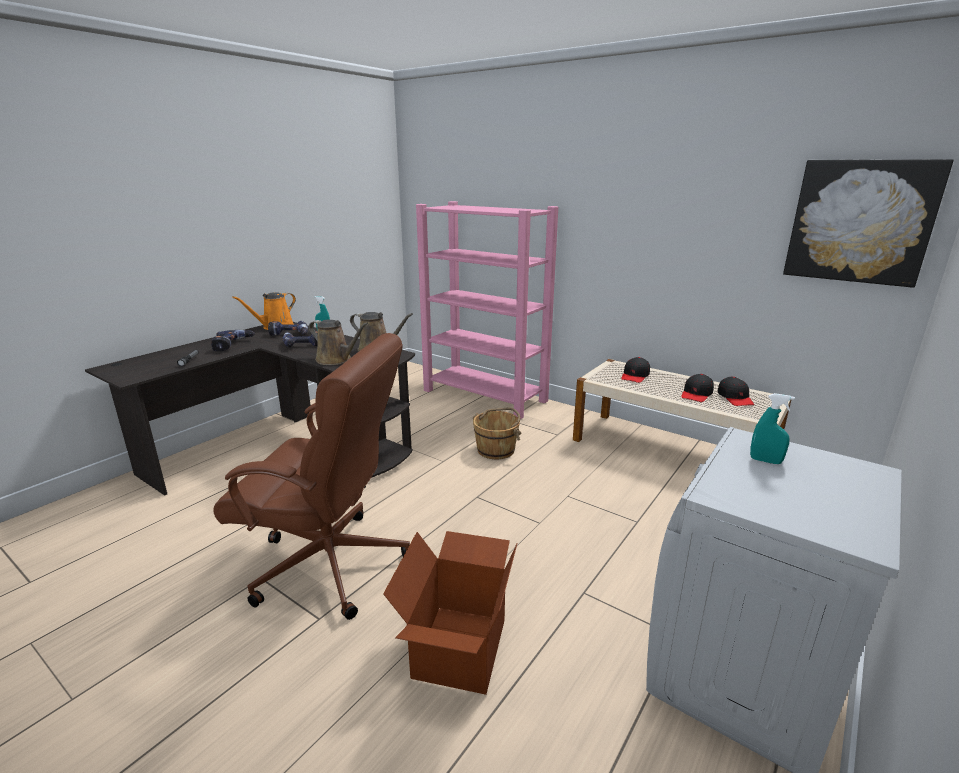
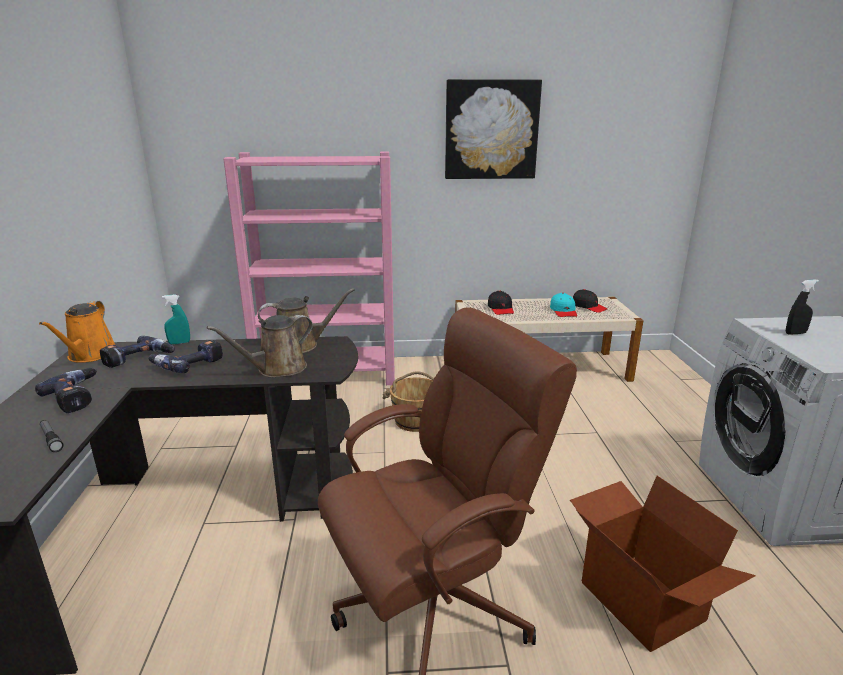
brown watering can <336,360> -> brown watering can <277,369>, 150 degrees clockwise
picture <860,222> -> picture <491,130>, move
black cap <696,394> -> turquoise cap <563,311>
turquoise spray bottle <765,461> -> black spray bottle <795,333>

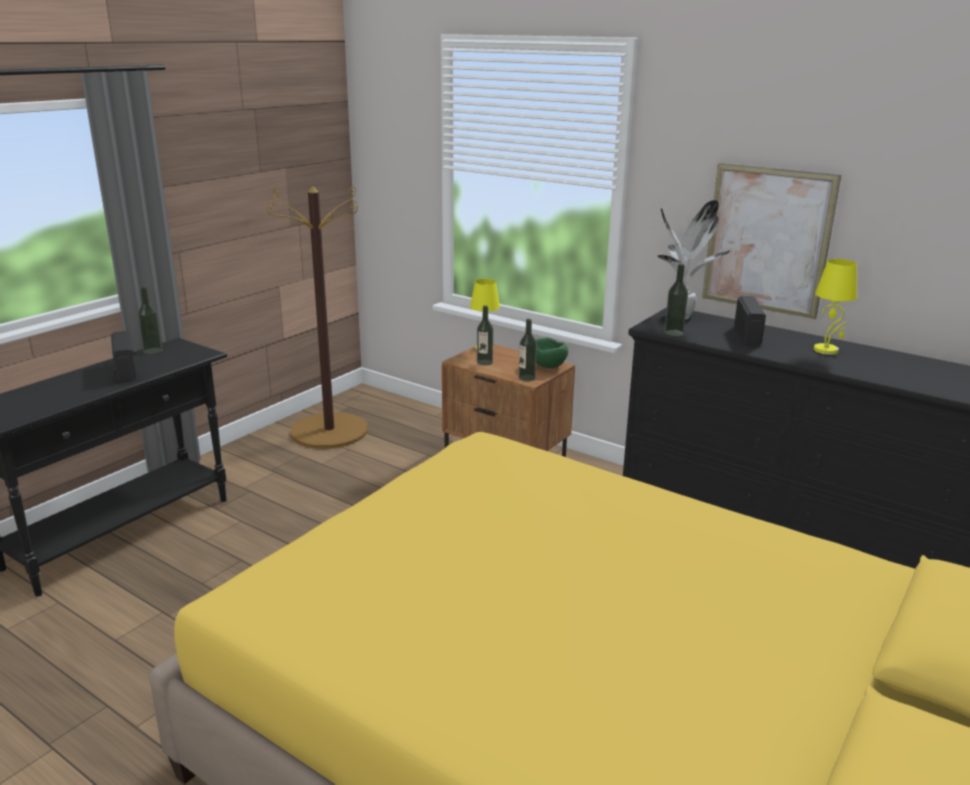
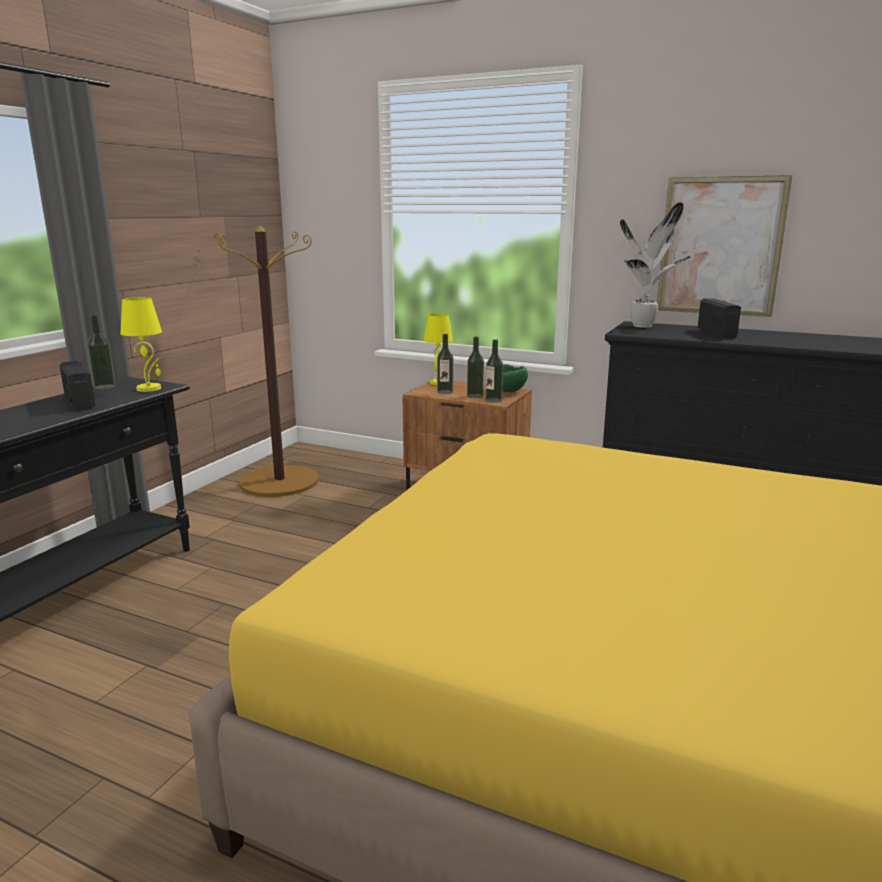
yellow table lamp <826,350> -> yellow table lamp <149,388>, move
bottle <674,333> -> bottle <475,396>, move

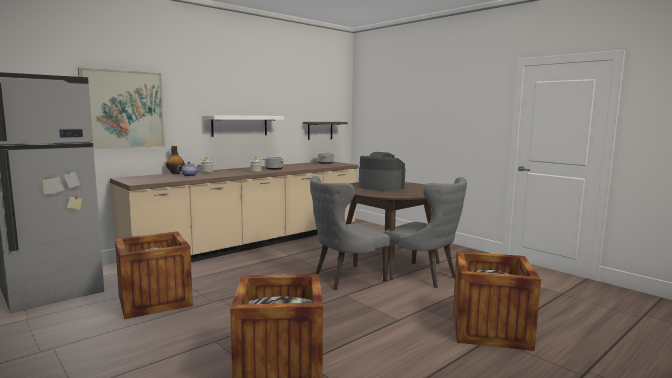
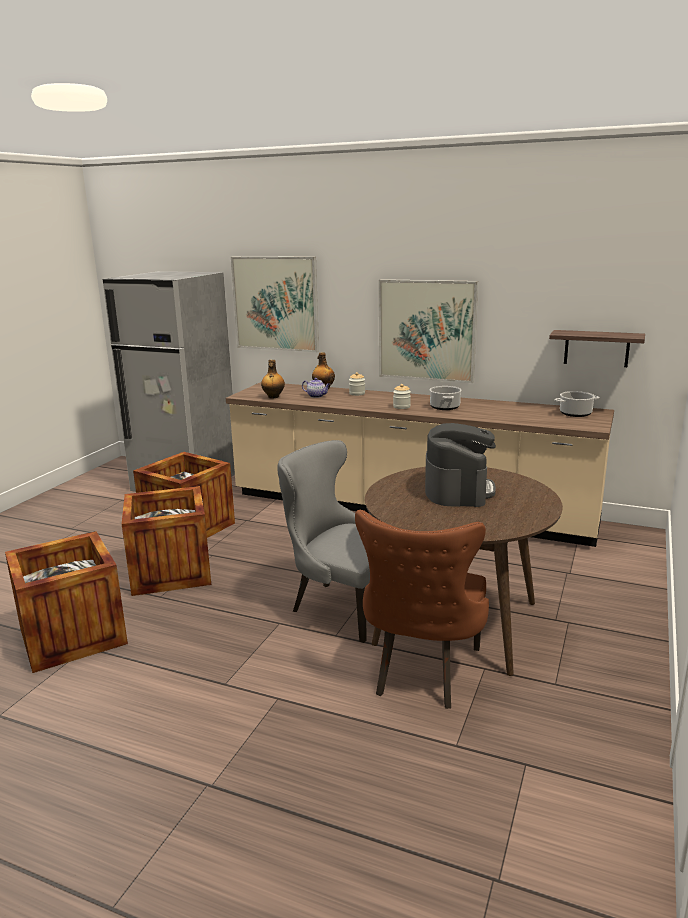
crate <490,329> -> crate <171,572>, move
none -> bottle <273,397>
grey chair <424,276> -> brown chair <422,672>
white shelf <240,125> -> picture <427,330>

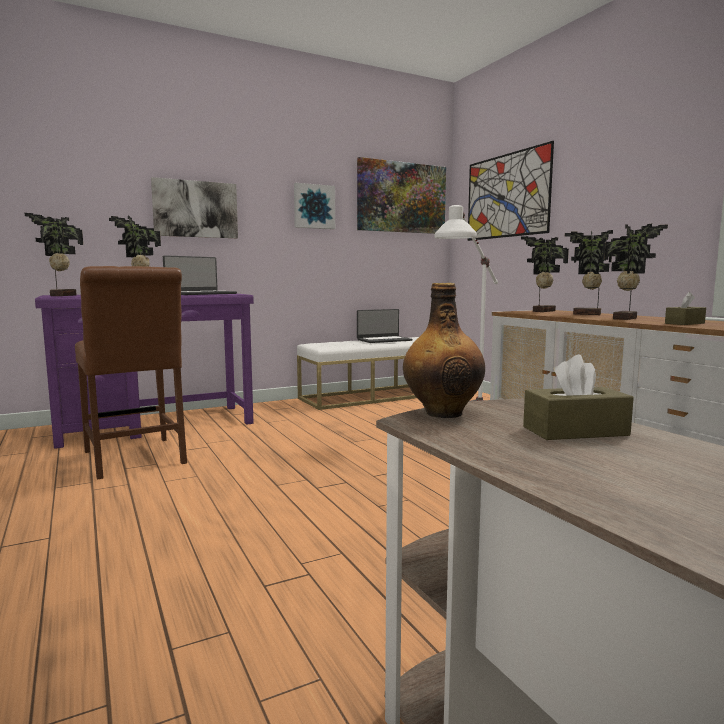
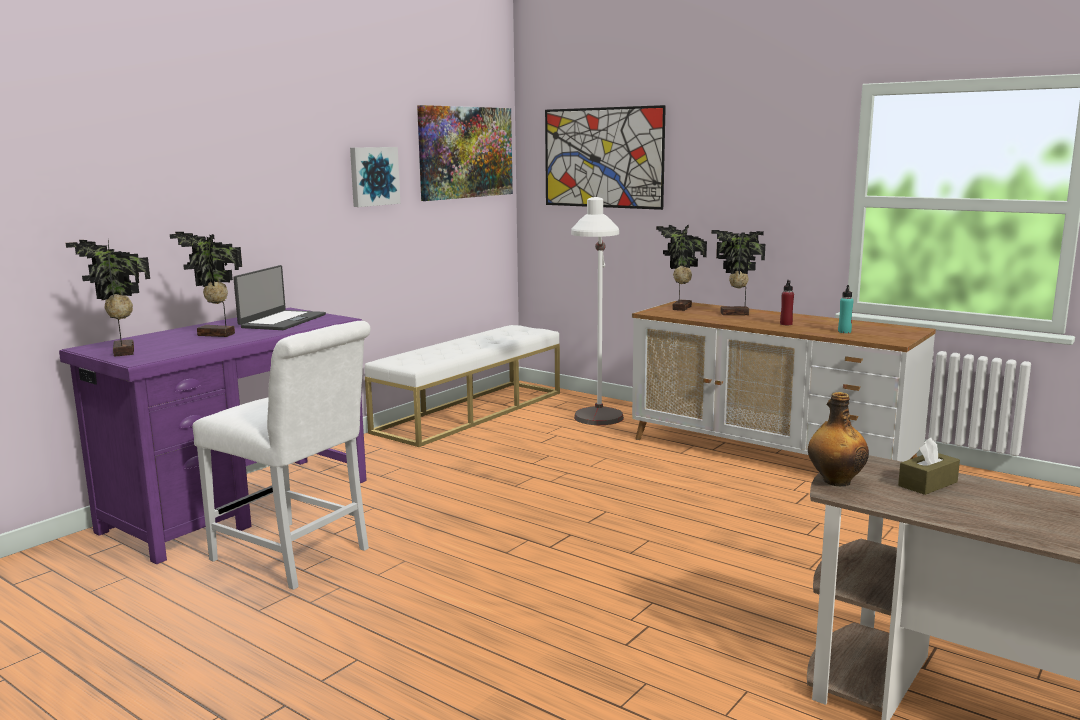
brown chair <135,459> -> white chair <295,556>
potted plant <627,319> -> red bottle <786,324>
brown tissue box <684,323> -> turquoise bottle <844,331>
picture <195,209> -> none
laptop <384,340> -> none

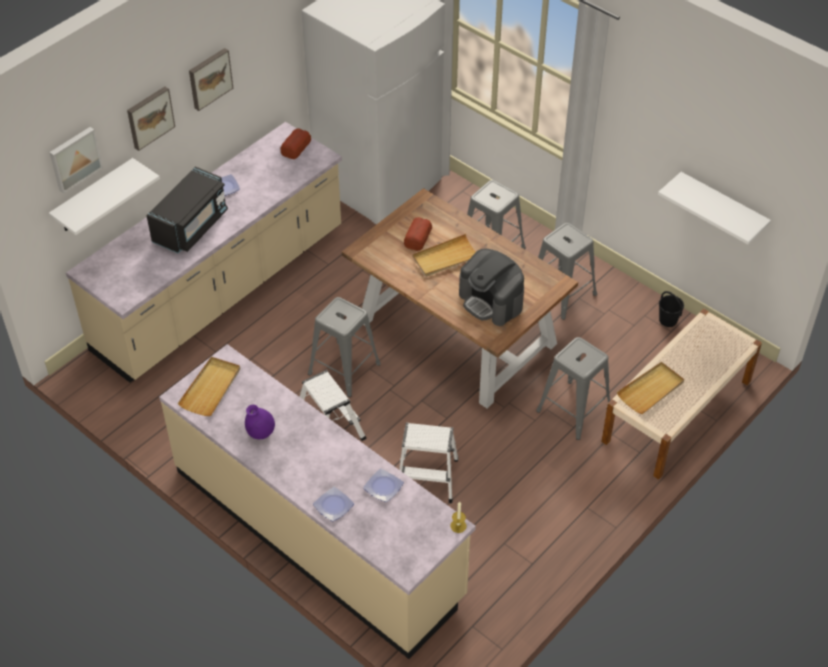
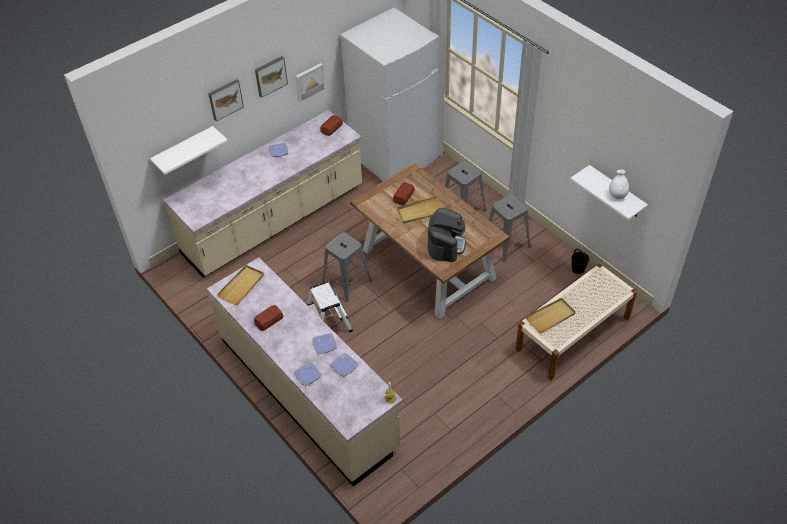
purple vase <260,433> -> bread <268,320>
picture <74,158> -> picture <309,82>, move
none -> plate <324,344>
coffee machine <491,301> -> coffee machine <446,244>, 135 degrees counterclockwise
none -> white vase <617,196>
black microwave <191,226> -> none
white step ladder <426,477> -> none
grey stool <573,410> -> none

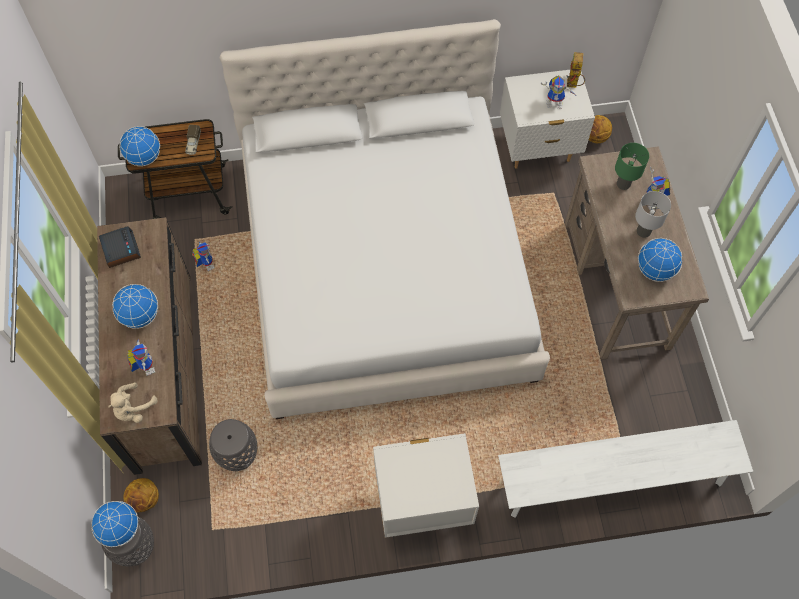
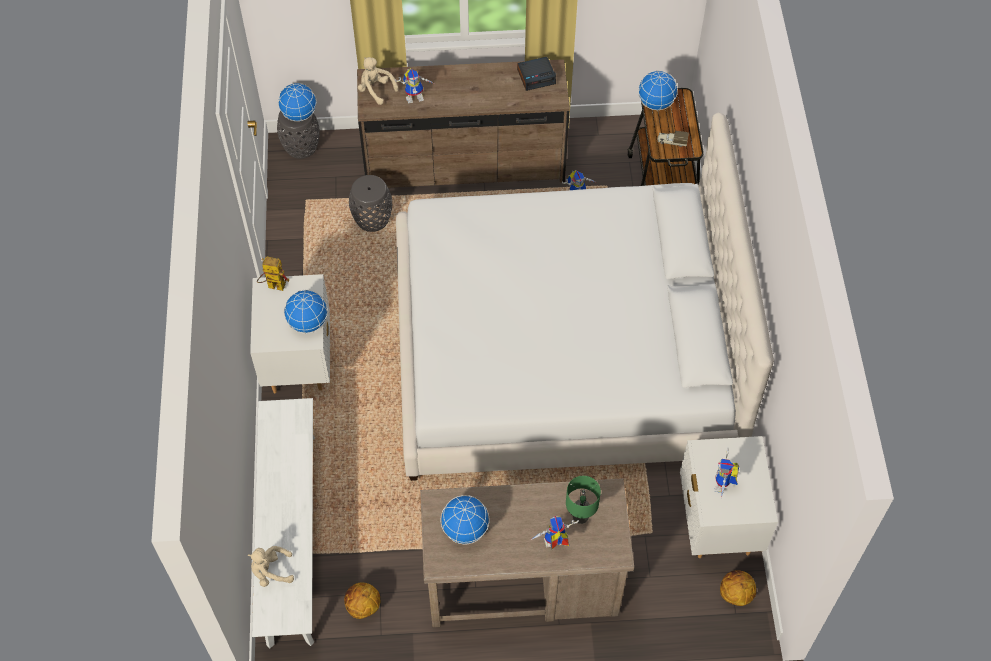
none -> beige plush toy <271,571>
toy robot <573,85> -> toy robot <272,286>, move
globe <141,315> -> globe <308,323>, move
basketball <145,500> -> basketball <363,607>, move
white table lamp <642,231> -> none

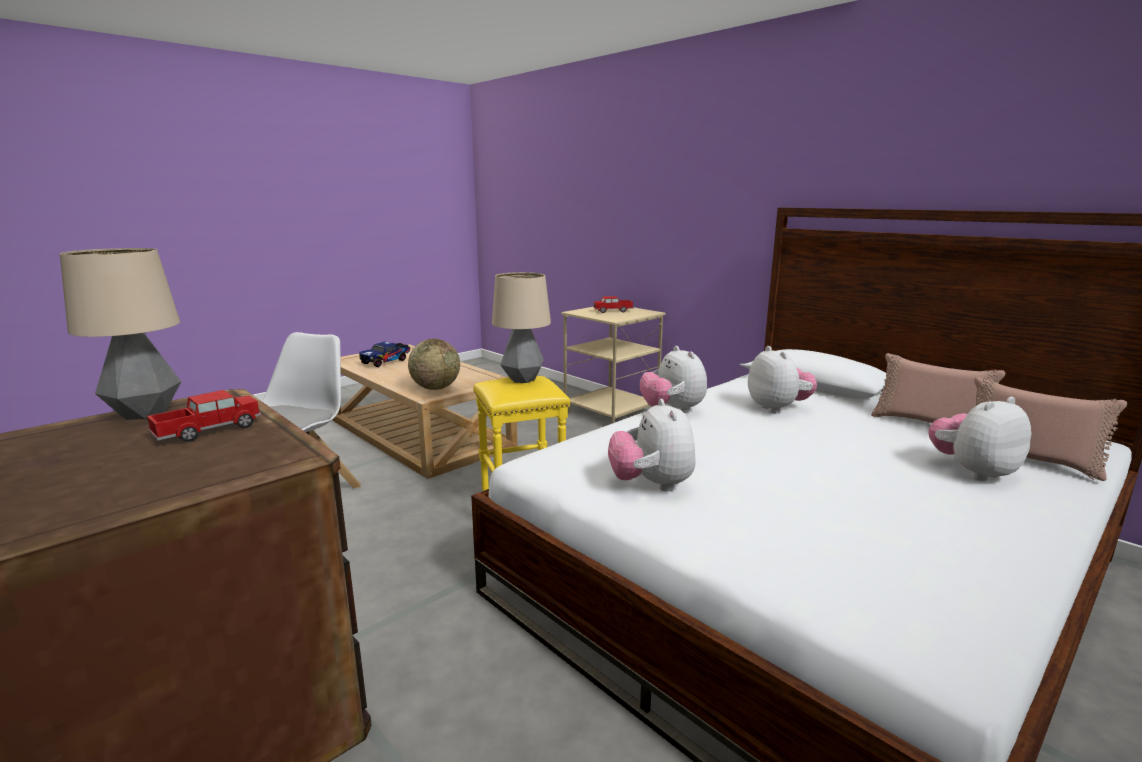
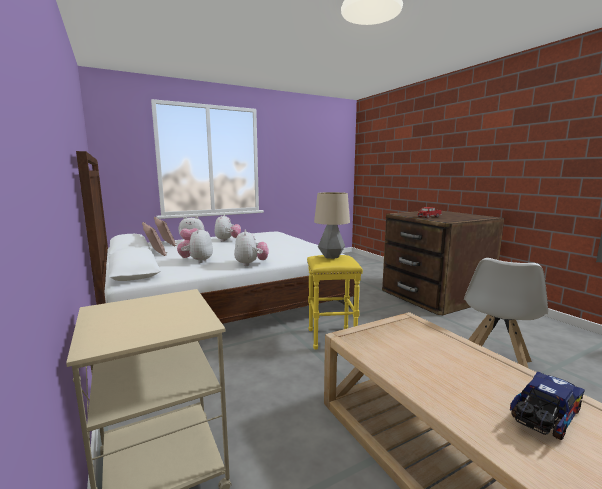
plush toy <651,485> -> plush toy <227,240>, move
table lamp <145,413> -> none
globe <435,388> -> none
toy truck <613,311> -> none

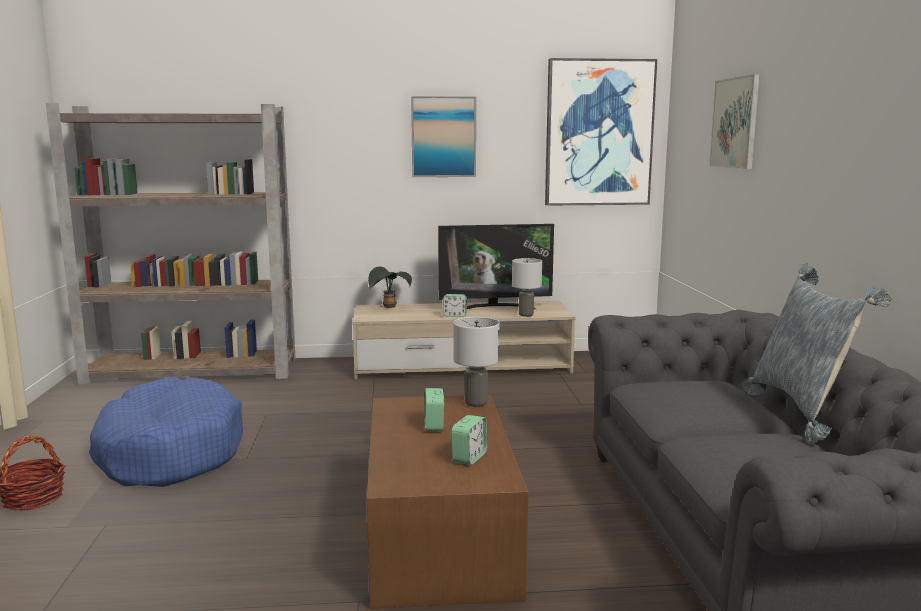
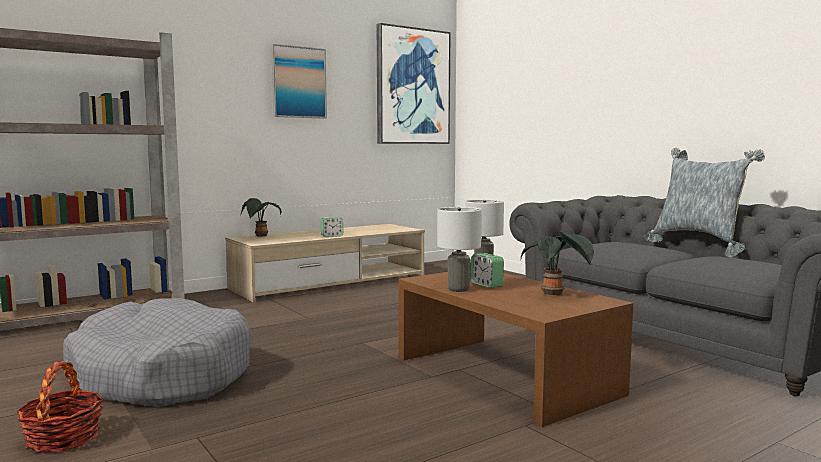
blue dog bed <169,452> -> grey dog bed <161,376>
white table lamp <526,315> -> white table lamp <458,289>, move
alarm clock <469,457> -> potted plant <555,294>
television <494,307> -> none
picture <735,123> -> none

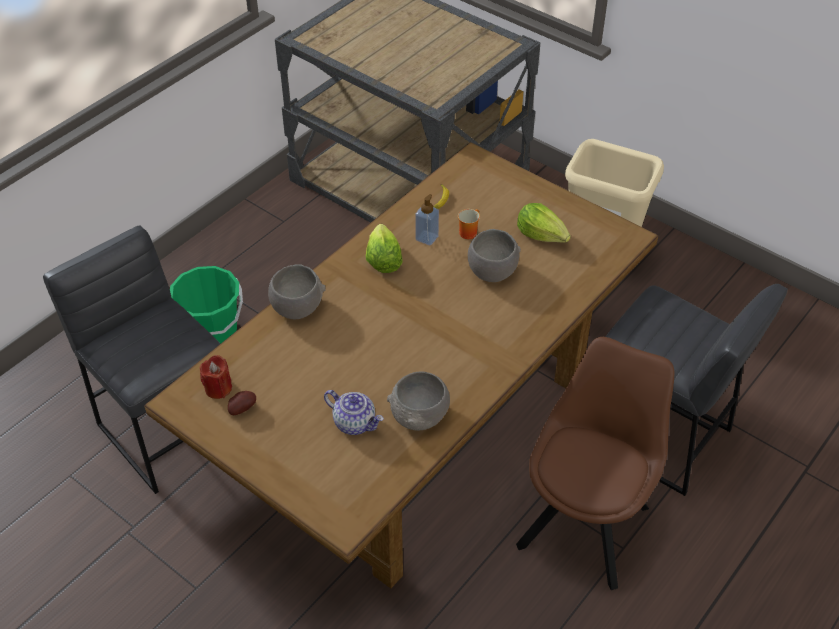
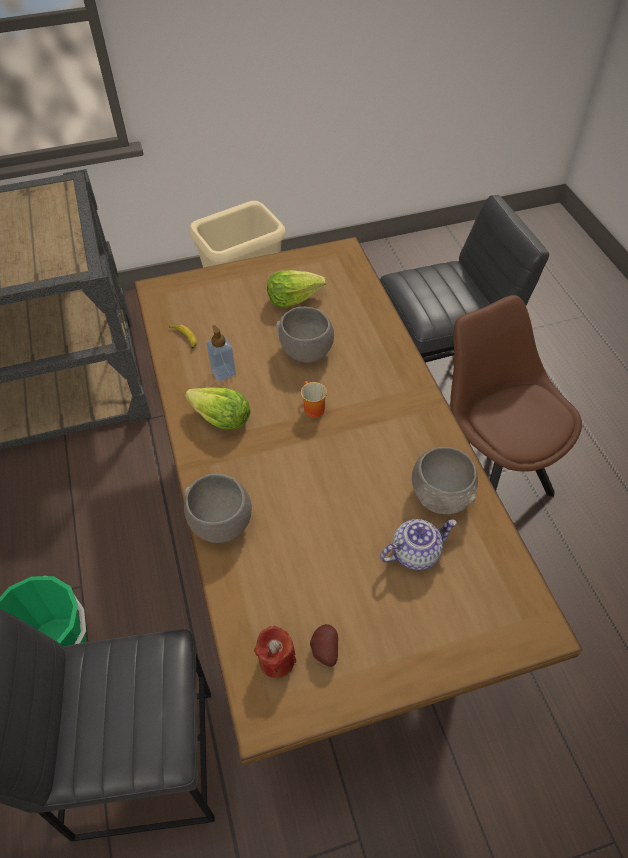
mug <468,231> -> mug <311,408>, move

